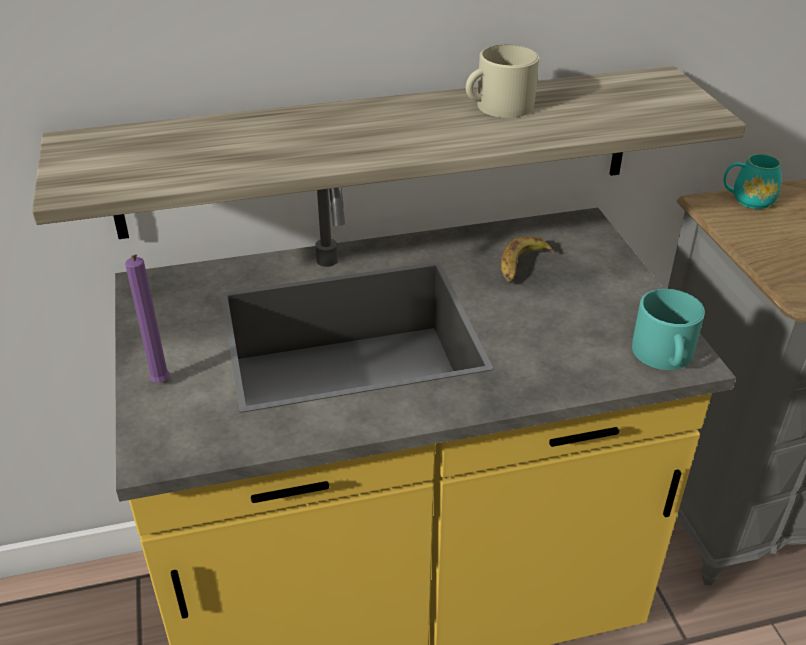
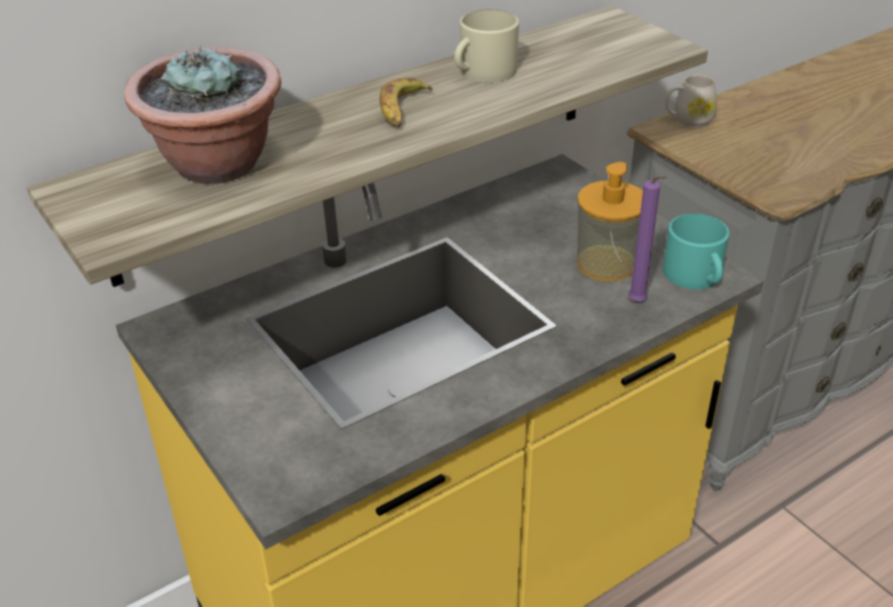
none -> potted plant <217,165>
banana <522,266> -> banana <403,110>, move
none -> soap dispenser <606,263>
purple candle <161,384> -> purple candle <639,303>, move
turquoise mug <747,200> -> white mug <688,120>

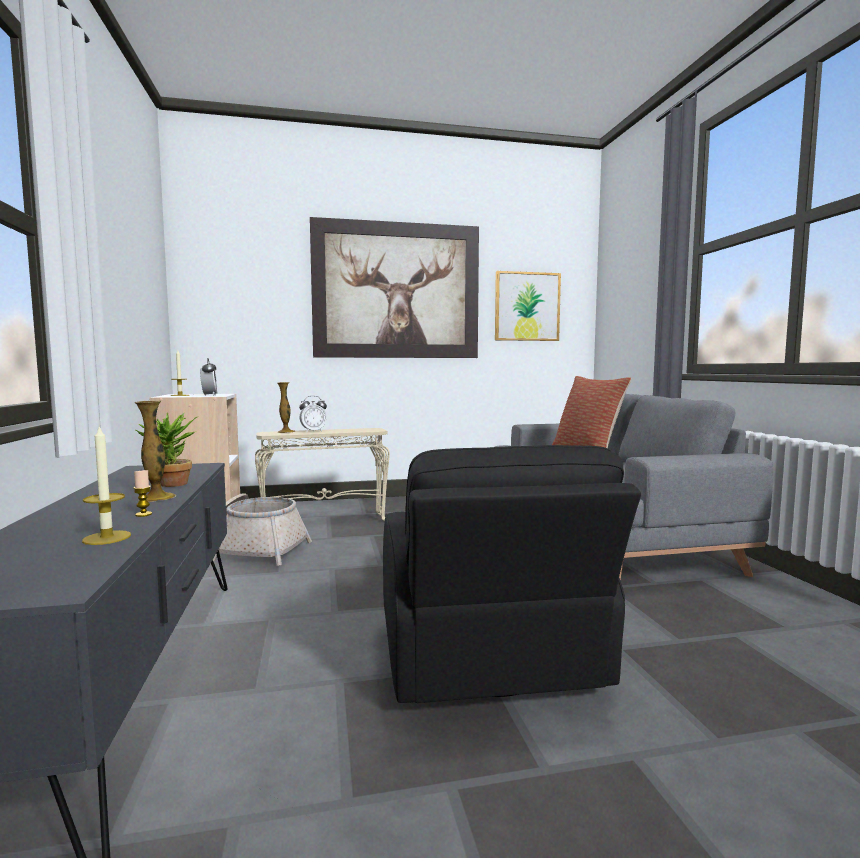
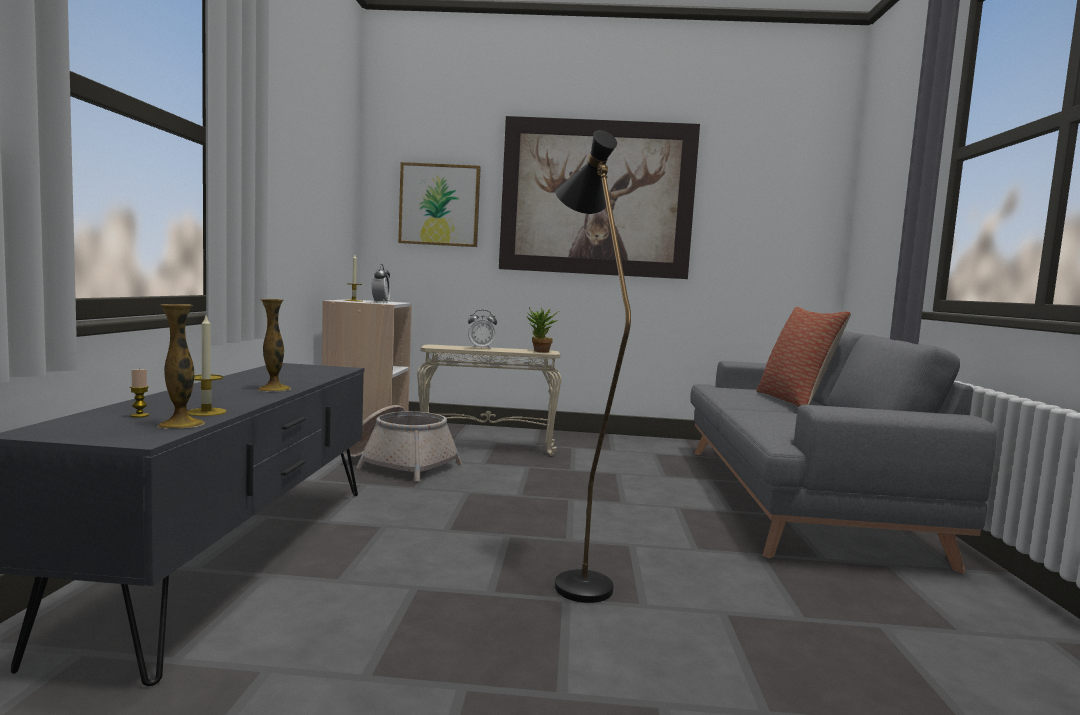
candle <143,514> -> candle <139,415>, move
vase <286,432> -> vase <181,424>, move
picture <527,306> -> picture <439,205>, move
potted plant <170,485> -> potted plant <539,351>, move
black armchair <479,640> -> black floor lamp <573,578>

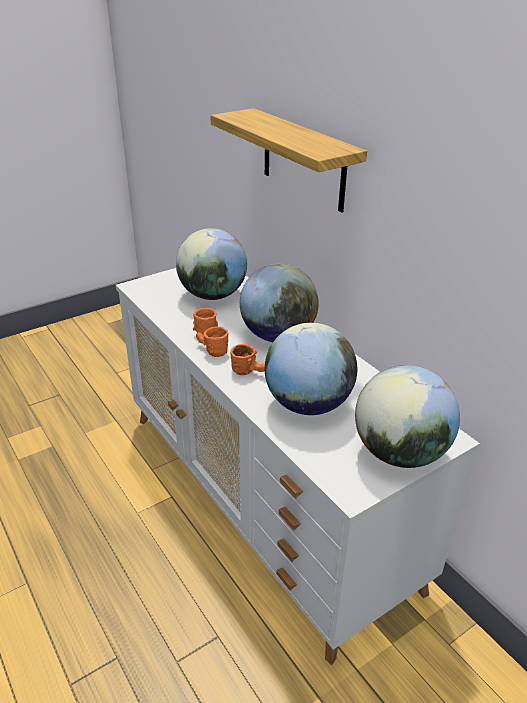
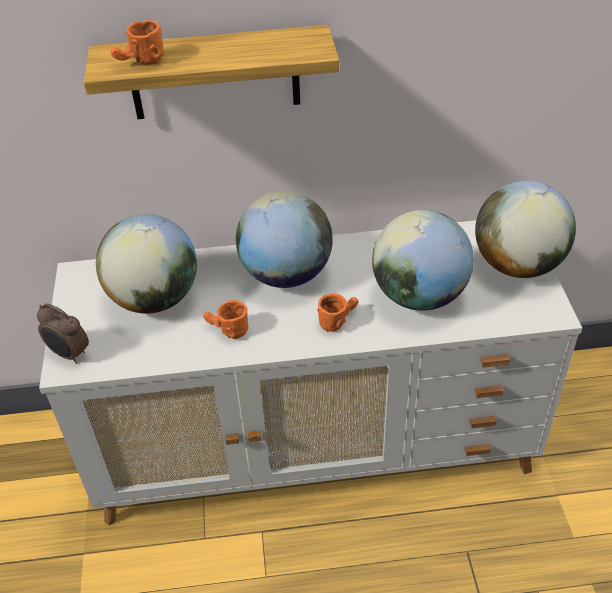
none -> alarm clock <69,354>
orange mug <210,350> -> orange mug <140,62>, move

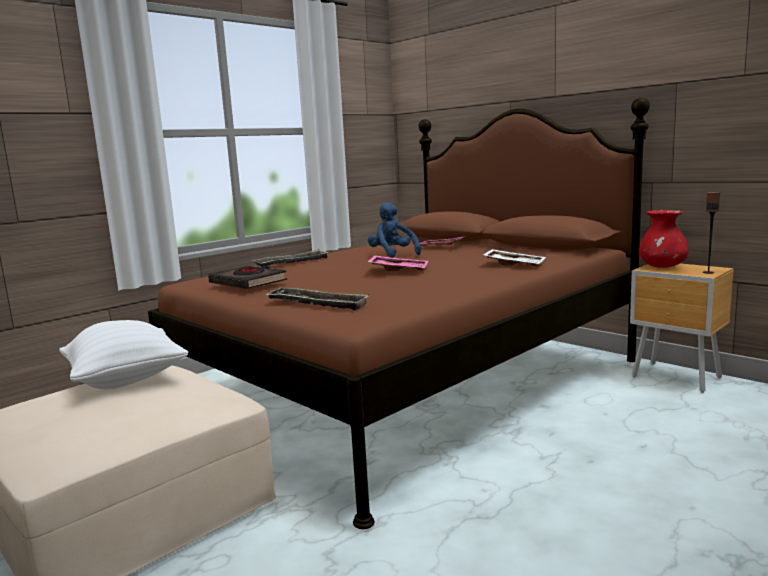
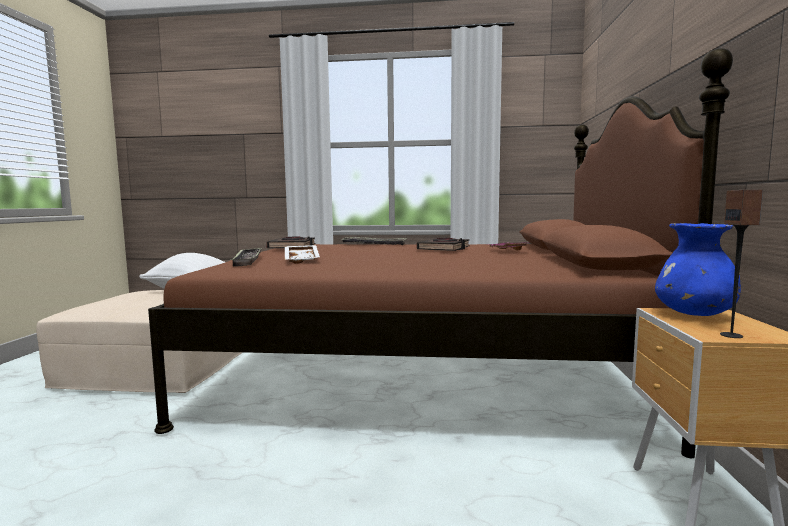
white tray <514,264> -> white tray <303,260>, move
blue plush toy <392,254> -> black book <444,249>
red vase <662,267> -> blue vase <694,315>
pink tray <399,269> -> none

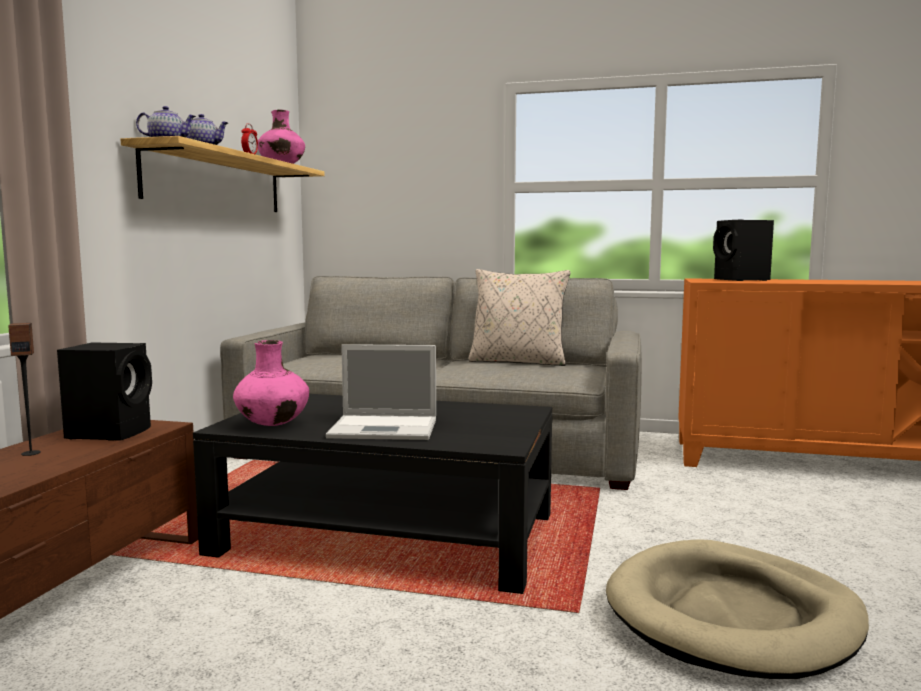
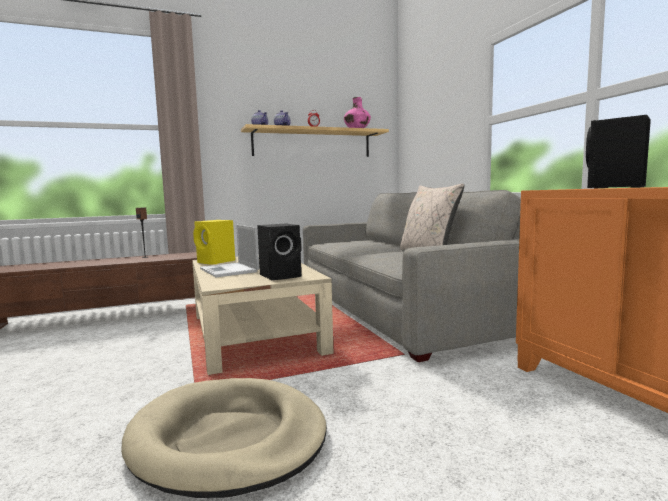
black coffee table <388,534> -> beige coffee table <255,333>
pink vase <273,424> -> yellow speaker <216,262>
black speaker <111,432> -> black speaker <282,276>, move

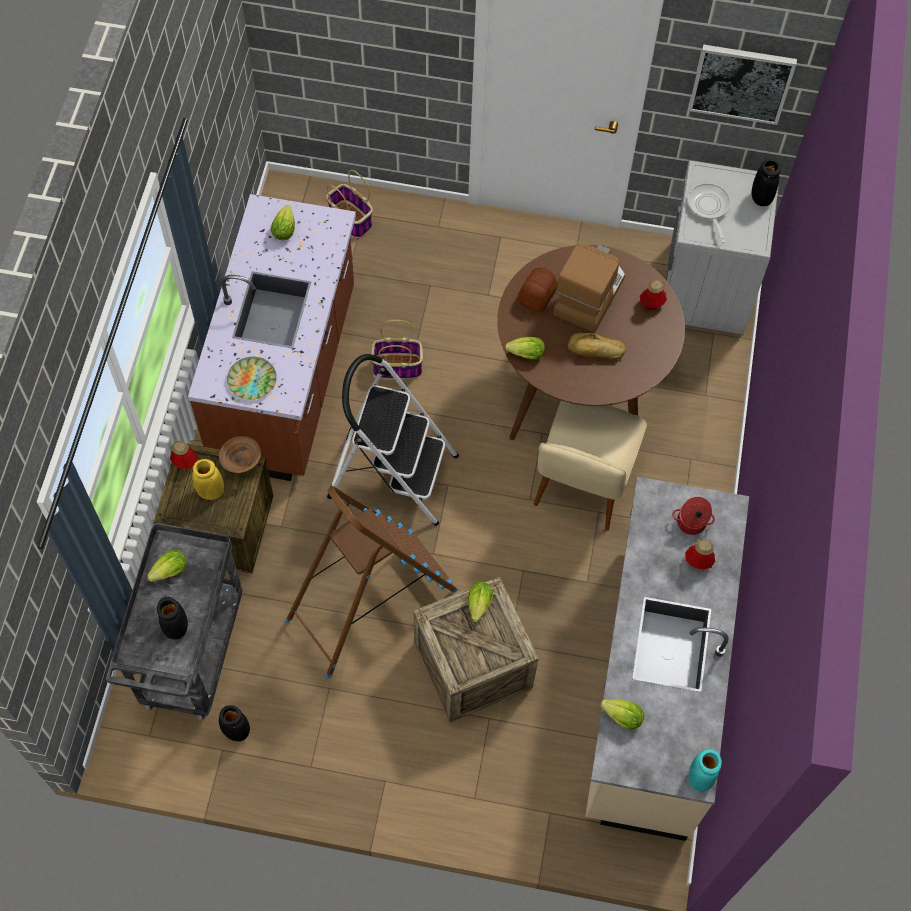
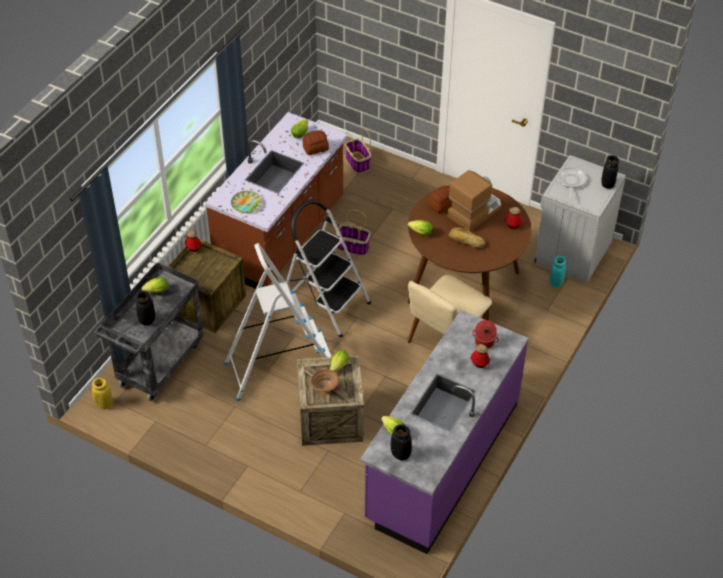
yellow vase <210,491> -> yellow vase <104,404>, move
brown step ladder <372,604> -> white step ladder <282,369>
none -> bread <315,148>
brown bowl <242,466> -> brown bowl <324,391>, move
beige counter <651,685> -> purple counter <441,461>
black vase <236,731> -> black vase <400,454>, move
turquoise vase <700,778> -> turquoise vase <556,282>, move
picture <741,83> -> none

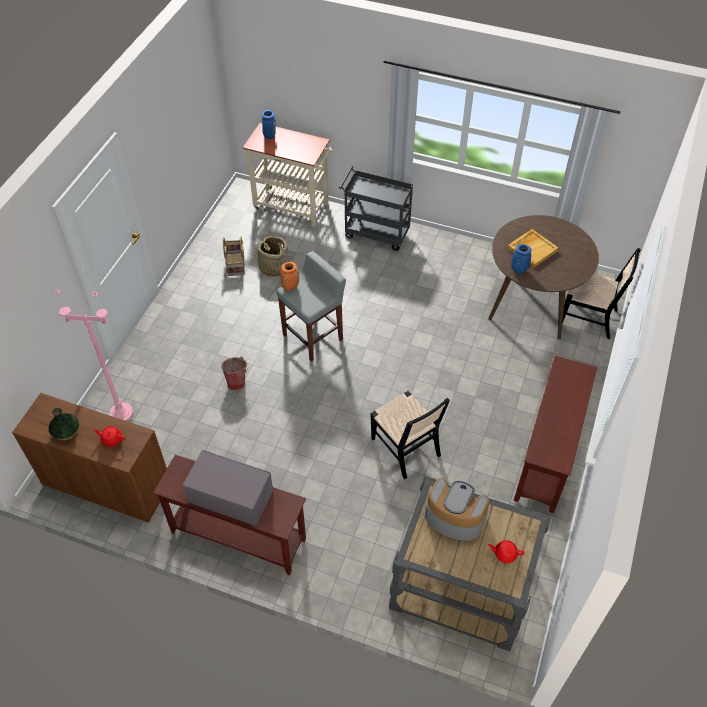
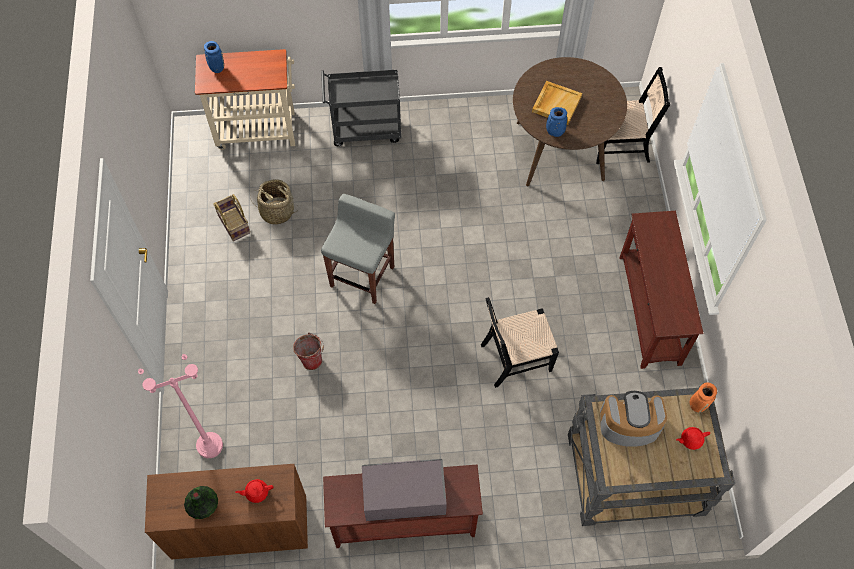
chair <405,448> -> chair <515,358>, 135 degrees clockwise
orange vase <290,287> -> orange vase <698,404>, move

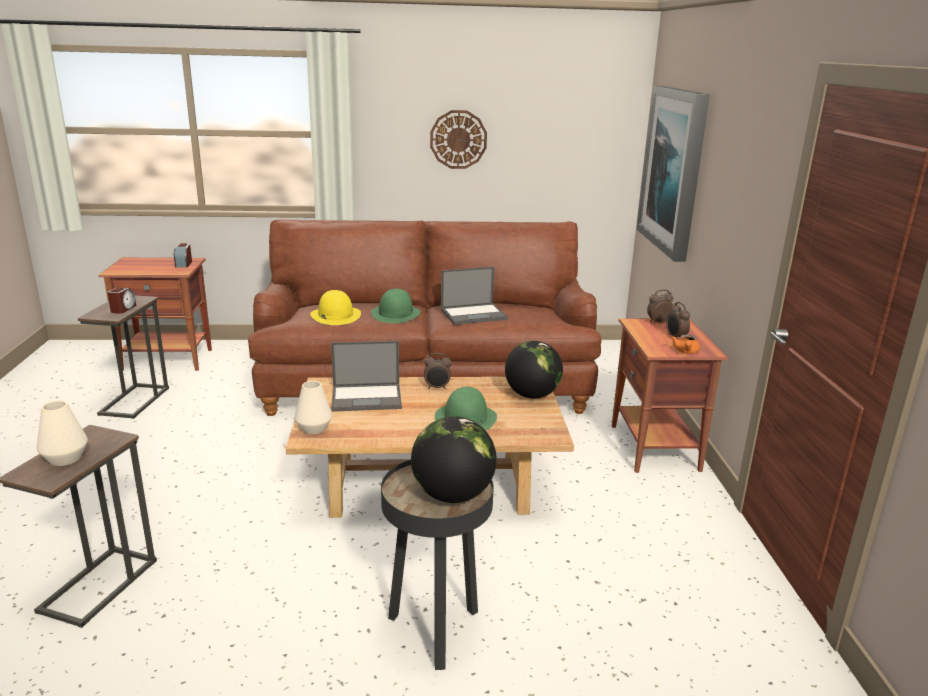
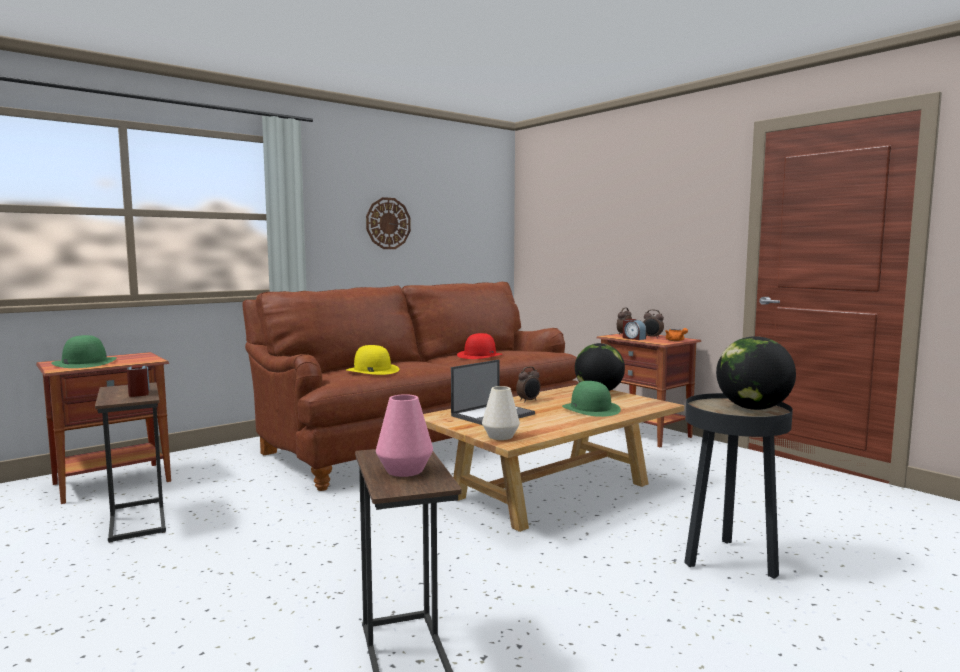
green hat <395,314> -> green hat <84,363>, move
white vase <65,458> -> pink vase <405,470>
laptop <474,314> -> red hat <480,355>
alarm clock <183,264> -> alarm clock <633,338>, move
picture <674,170> -> none

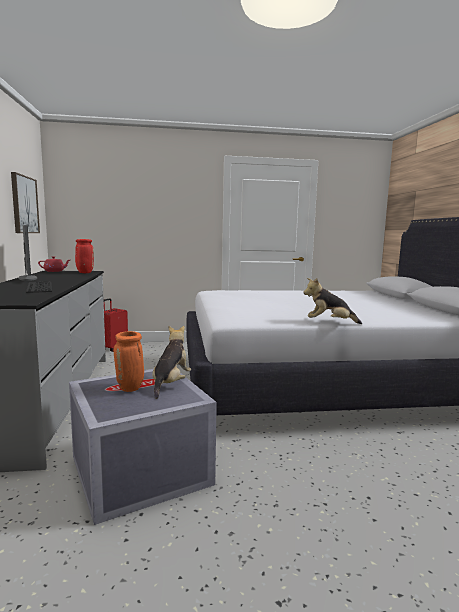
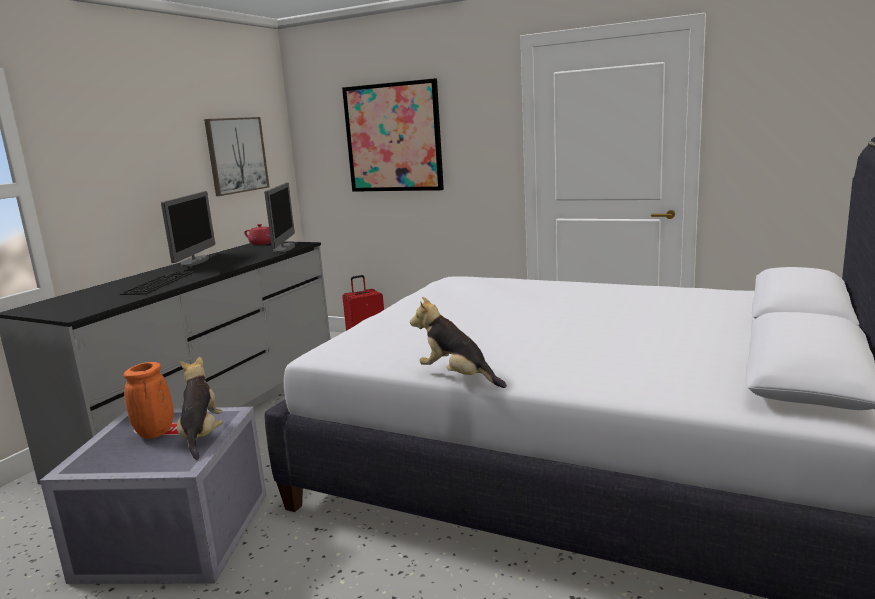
plush toy <170,383> -> plush toy <202,436>, 60 degrees counterclockwise
red vase <84,273> -> monitor <284,248>
none -> picture <393,137>

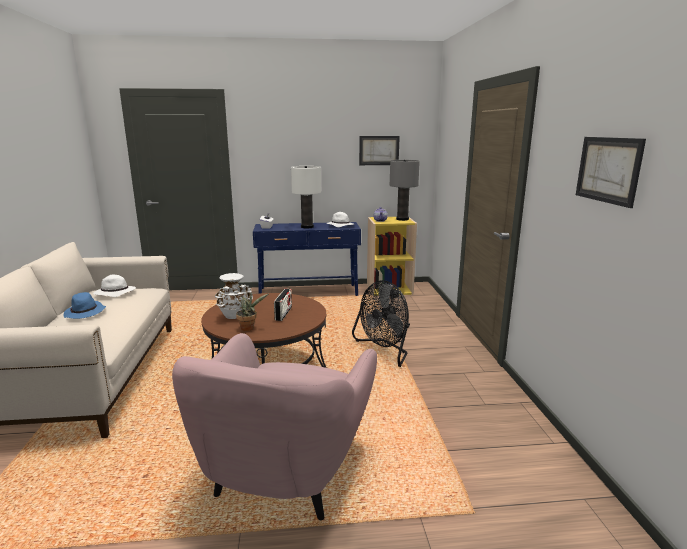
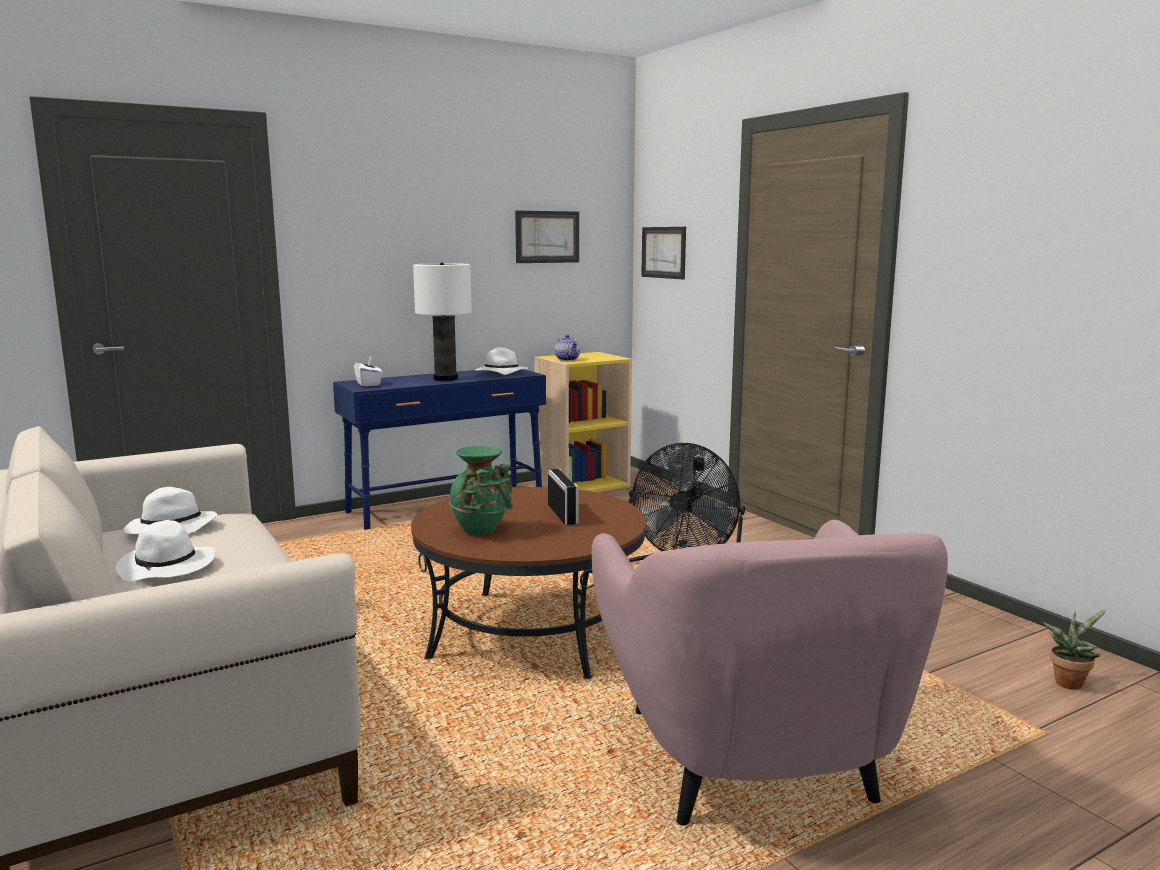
blue hat <85,313> -> white hat <167,567>
white vase <234,316> -> green vase <482,530>
picture <608,169> -> picture <664,252>, move
potted plant <249,328> -> potted plant <1069,682>, move
grey table lamp <402,219> -> none

